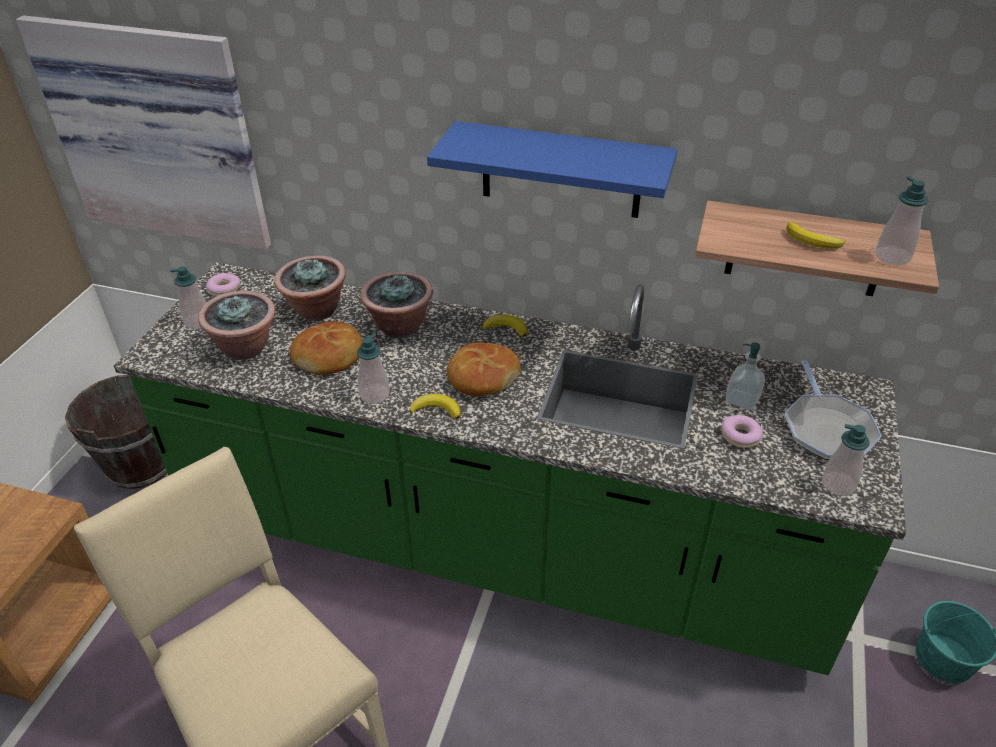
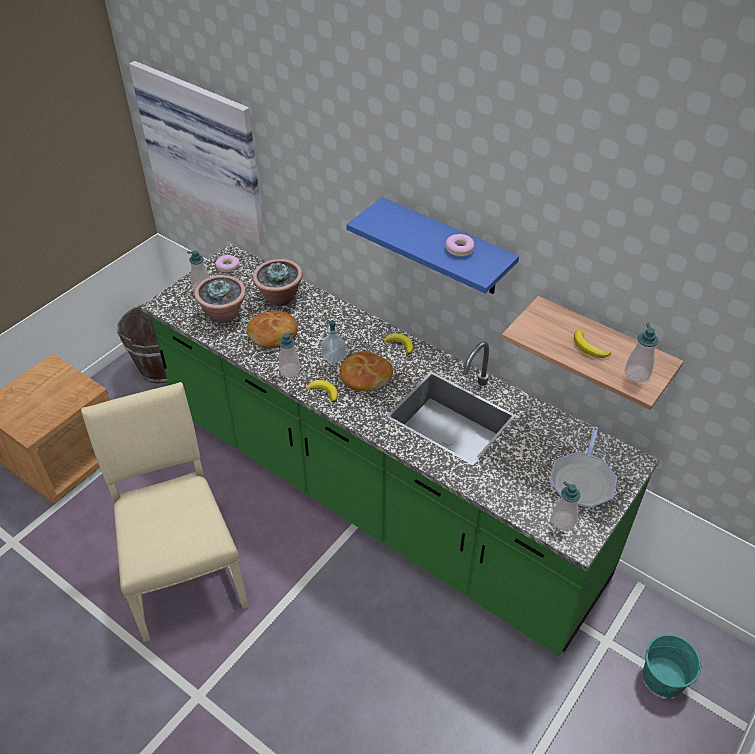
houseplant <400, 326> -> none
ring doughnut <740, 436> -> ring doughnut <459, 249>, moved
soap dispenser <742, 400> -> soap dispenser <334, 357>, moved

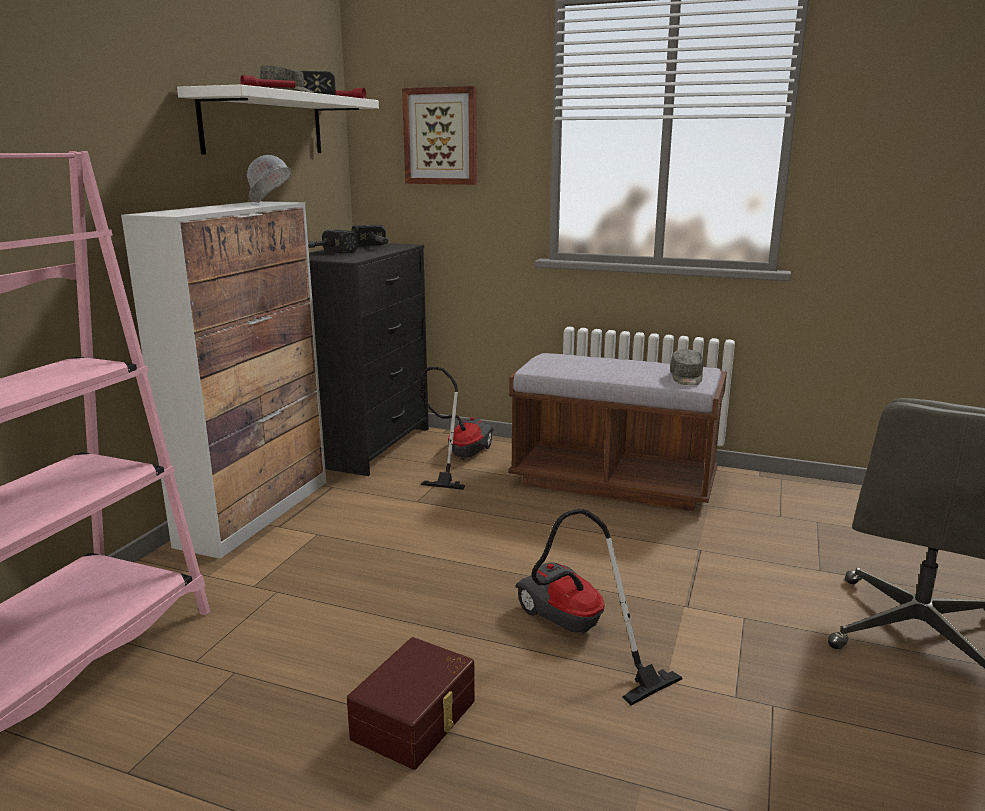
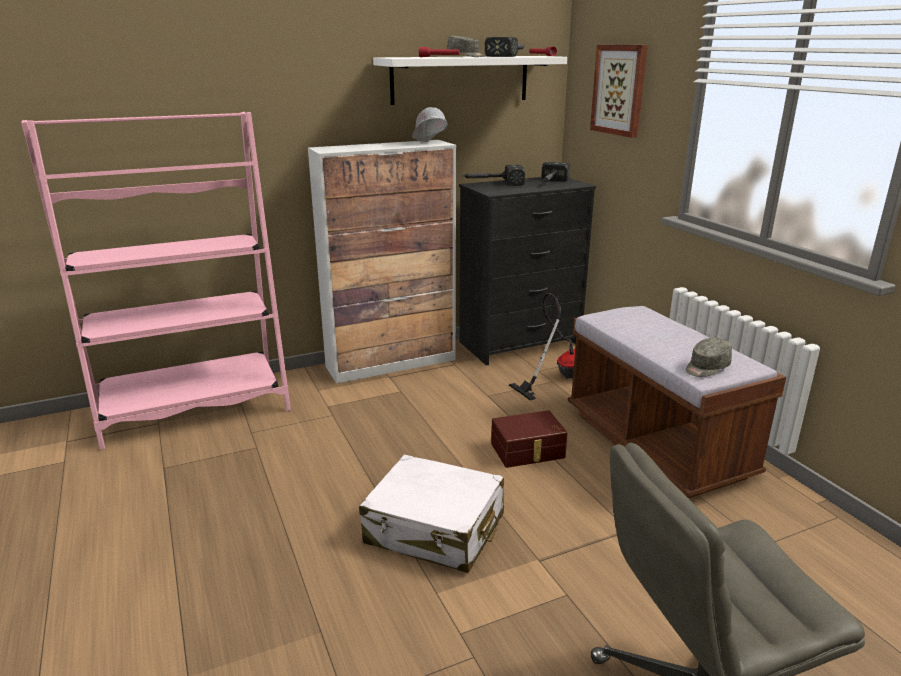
storage bin in brown-coloured <417, 720> -> storage bin in brown-coloured <528, 451>, moved
vacuum cleaner <574, 633> -> suitcase in white-coloured <435, 529>

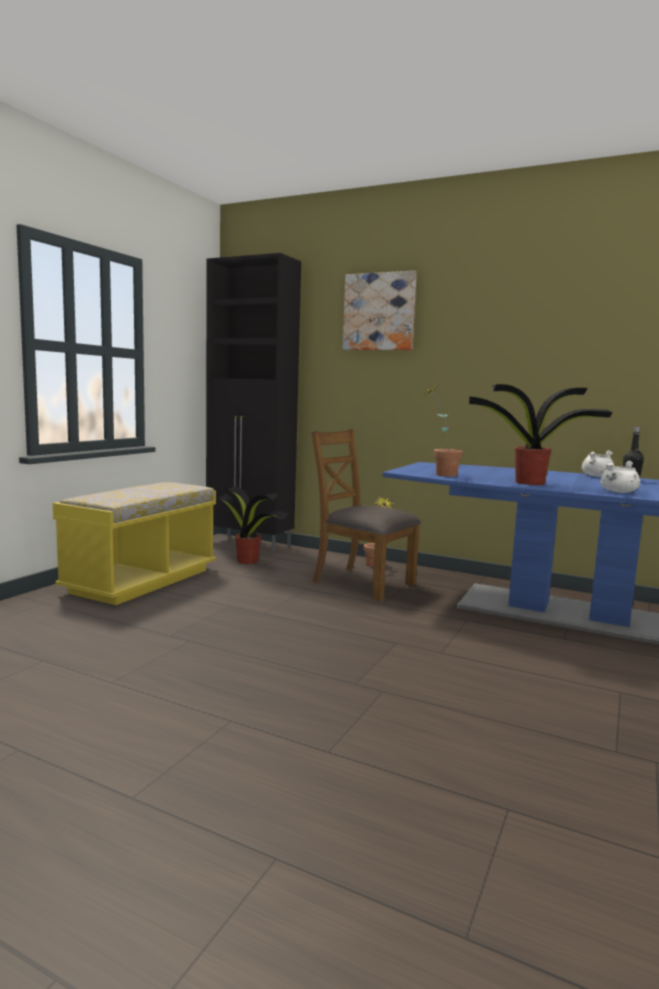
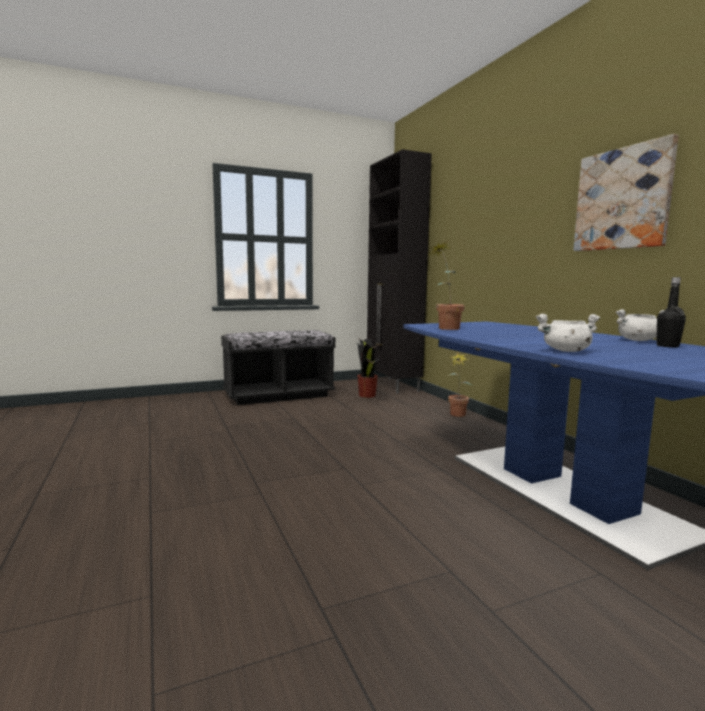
bench in yellow <142, 581> -> bench in black-coloured <278, 395>
upright chair in brown-coloured <362, 583> -> none
wall picture <379, 312> -> wall picture <623, 199>, moved
houseplant <532, 483> -> none

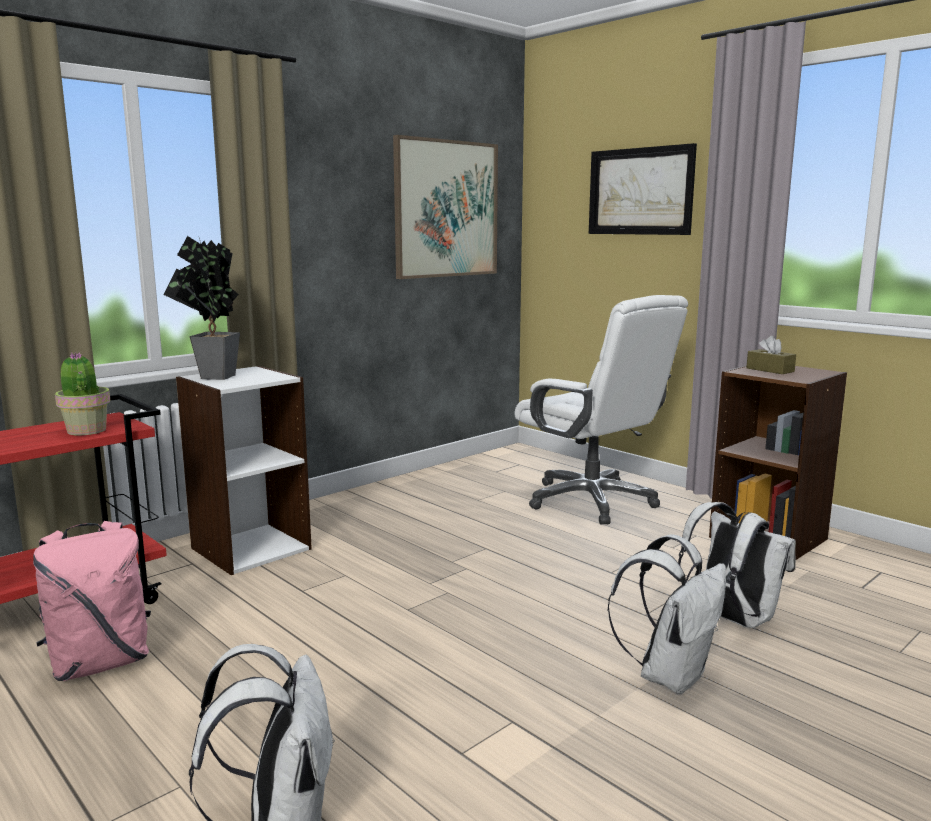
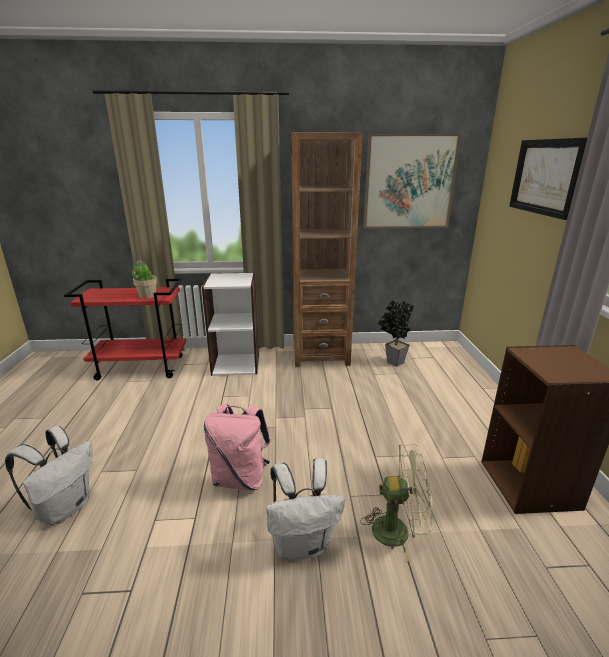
rucksack in pink-coloured <100, 663> -> rucksack in pink-coloured <240, 478>, moved
houseplant <212, 377> -> houseplant <392, 363>, moved
computer chair in white-coloured <592, 501> -> none
rucksack in white-coloured <731, 618> -> electric fan in greenish <398, 530>
tissue holder in brown-coloured <770, 370> -> none
none -> bookcase in brown-coloured <320, 355>

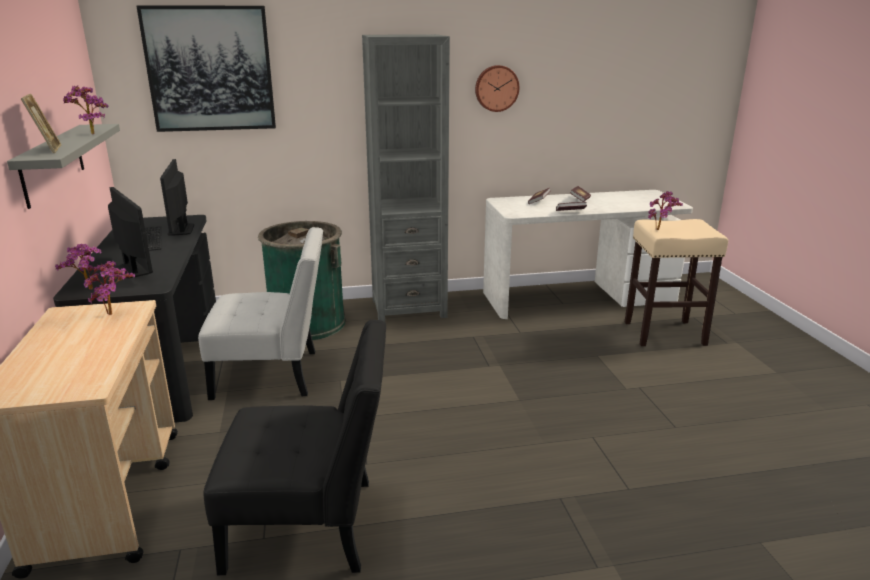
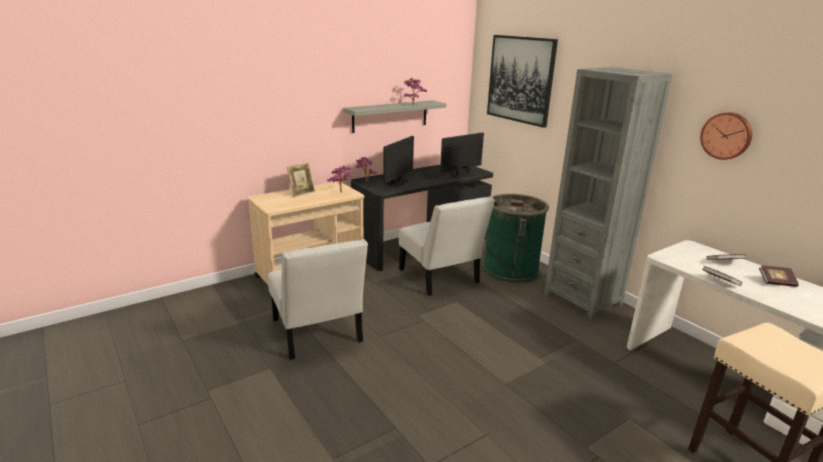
photo frame <48, 150> -> photo frame <301, 193>, moved
upright chair in black-coloured <311, 526> -> upright chair in white-coloured <317, 334>
houseplant <660, 230> -> none

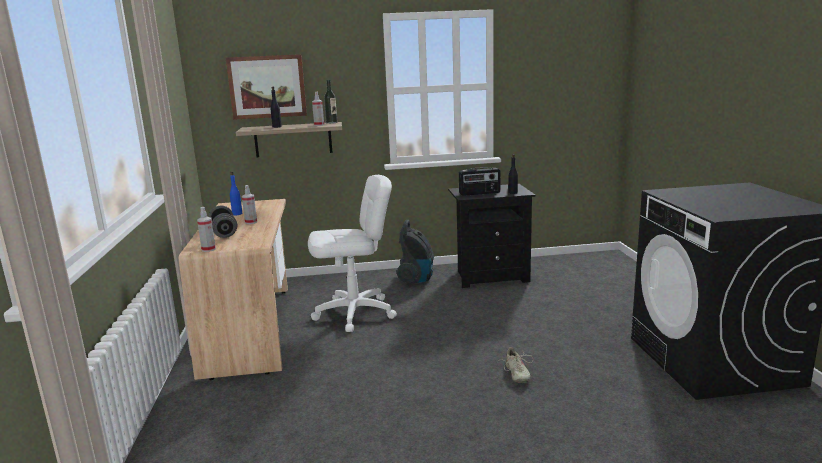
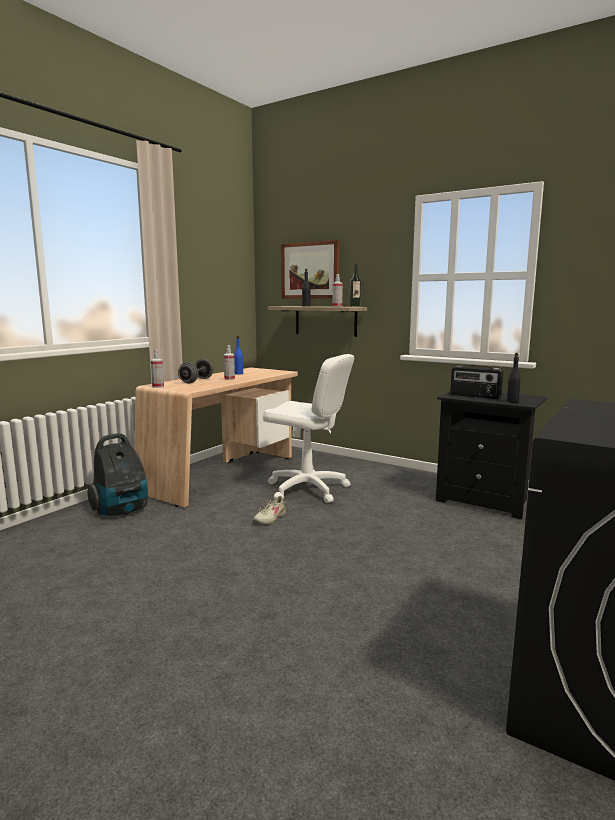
vacuum cleaner <416, 279> -> vacuum cleaner <122, 511>, moved
low shoe in beige <516, 374> -> low shoe in beige <270, 518>, moved

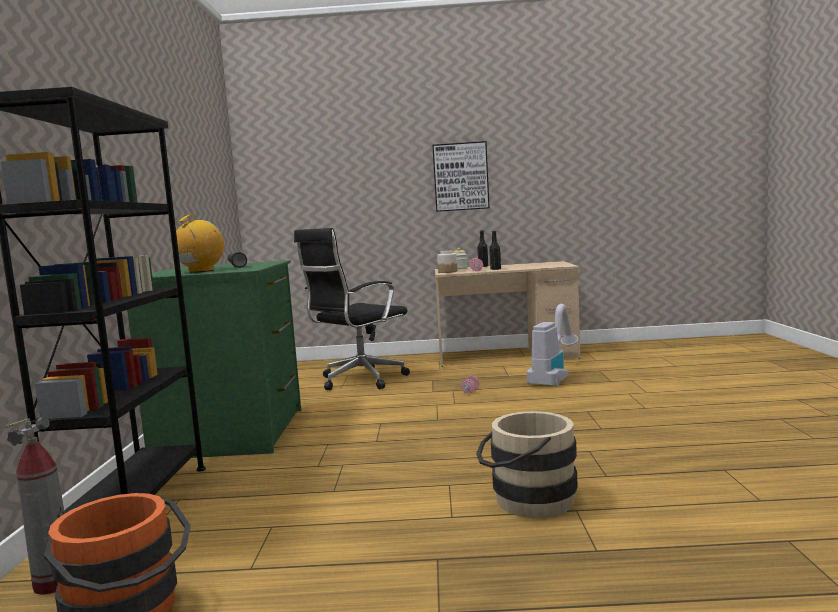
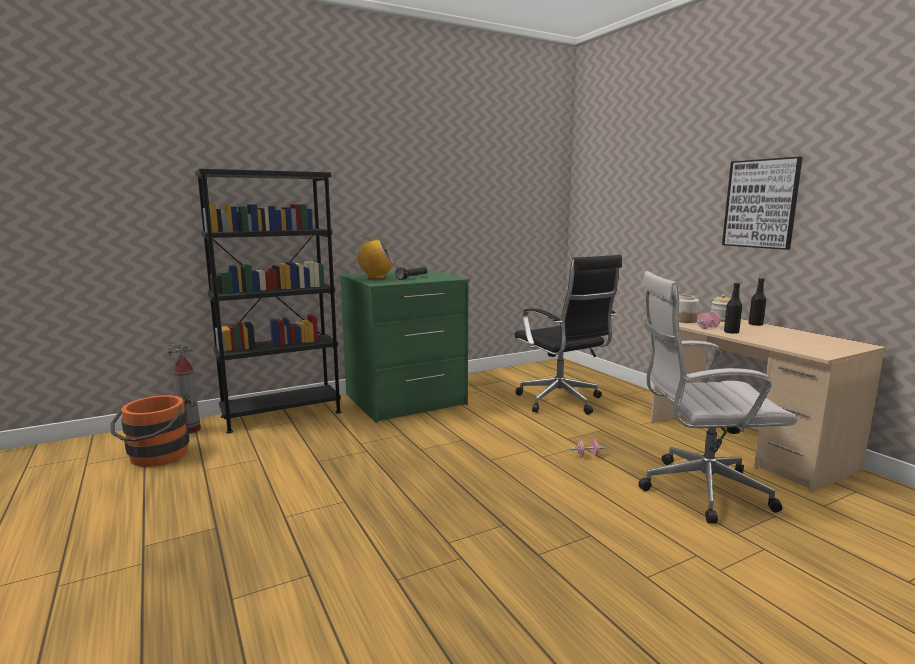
computer chair in black-coloured <358, 381> -> computer chair in black-coloured <562, 402>, 135 degrees counterclockwise
water bucket in beige <526, 501> -> none
vacuum cleaner <554, 377> -> computer chair in white-coloured <697, 490>

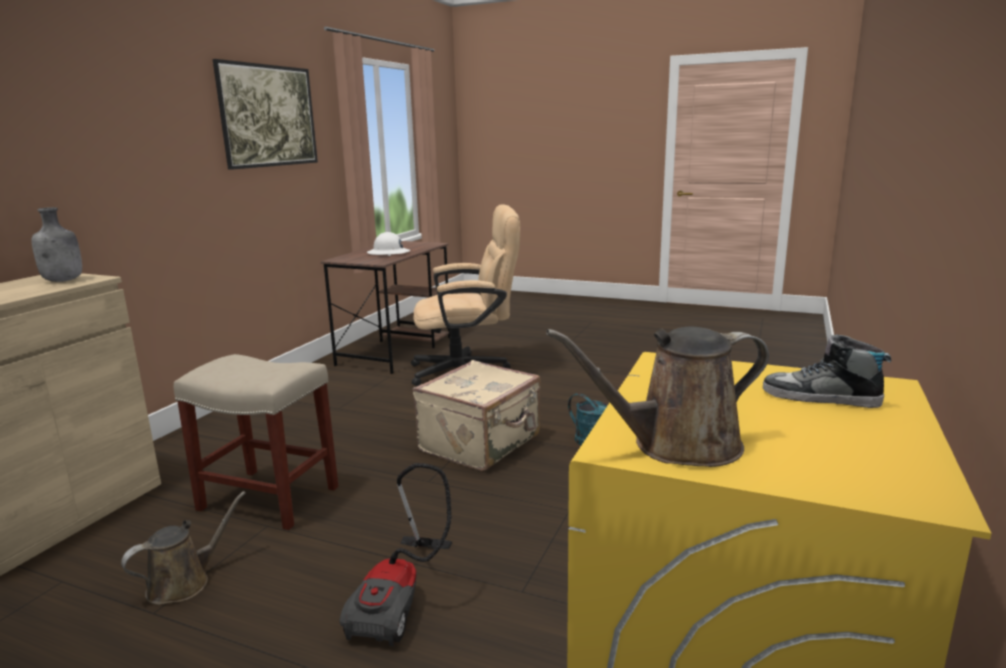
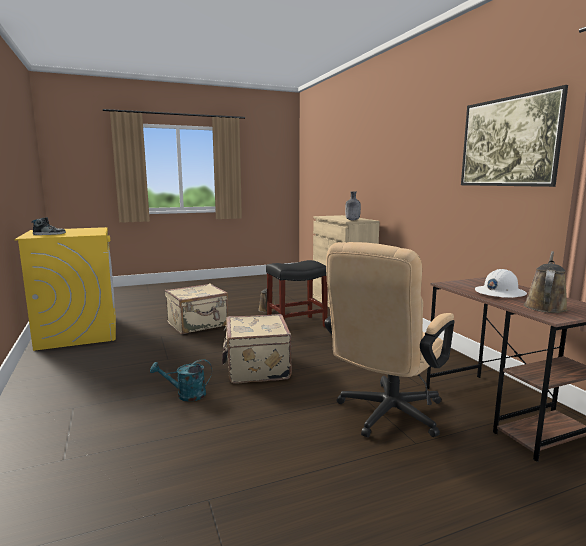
stool in beige <271, 498> -> stool in black-coloured <296, 325>
vacuum cleaner <402, 600> -> suitcase in beige <198, 325>
watering can in brown-coloured <676, 446> -> watering can in brown-coloured <545, 306>, moved

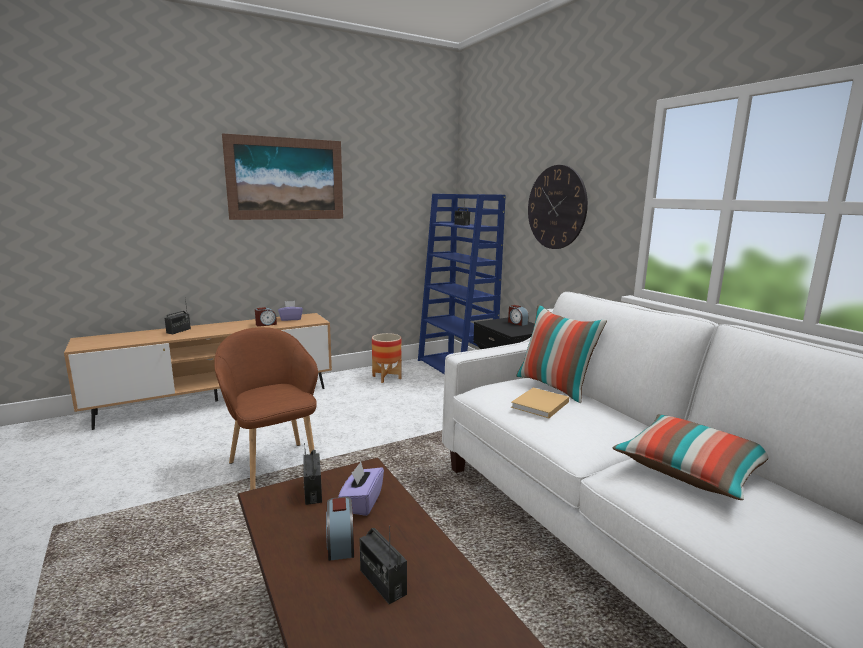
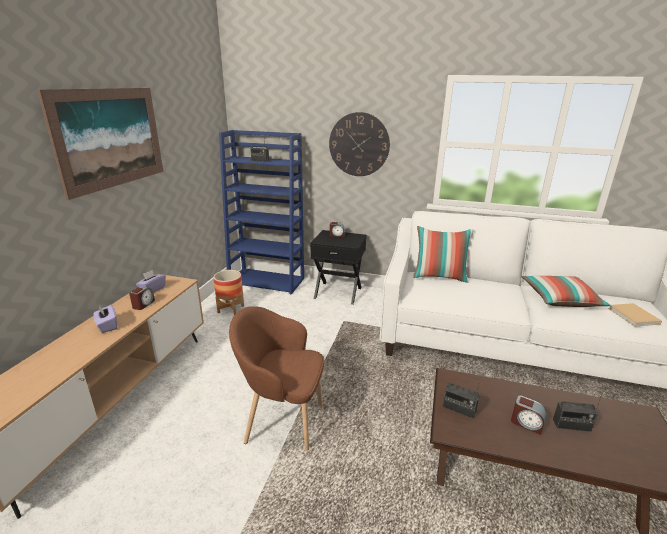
radio <178, 331> -> none
tissue holder in purple <362, 502> -> tissue holder in purple <107, 326>, moved
bound book in beige <539, 405> -> bound book in beige <634, 316>, moved

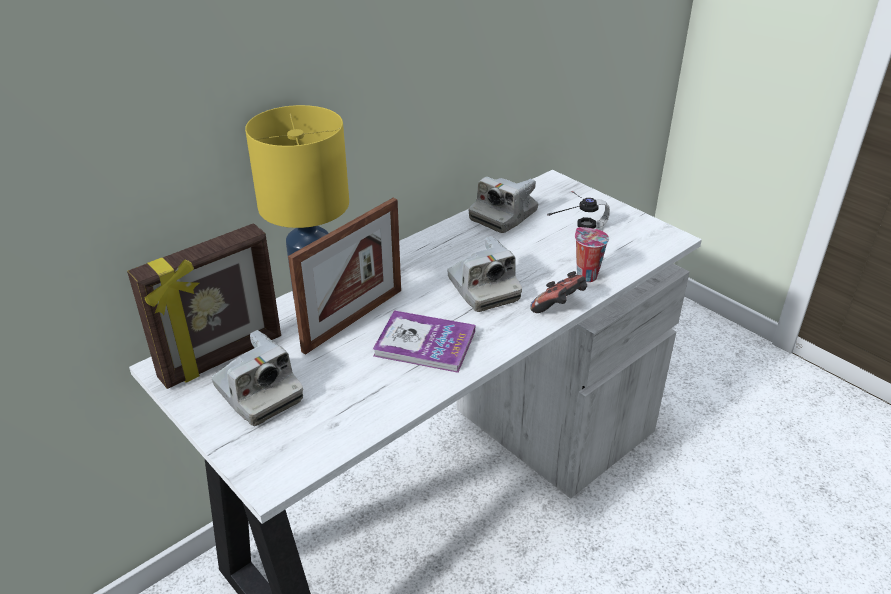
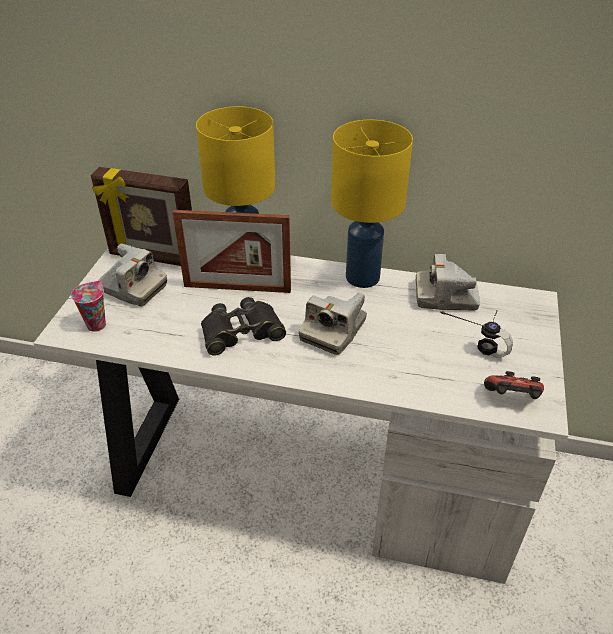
still camera <258, 394> -> still camera <132, 288>, 75 degrees counterclockwise
bound book <425, 343> -> binoculars in black-coloured <241, 332>
game controller <559, 307> -> game controller <512, 399>, moved
drinking cup <585, 276> -> drinking cup <97, 324>, moved
none -> lamp for a table in yellow <363, 277>

